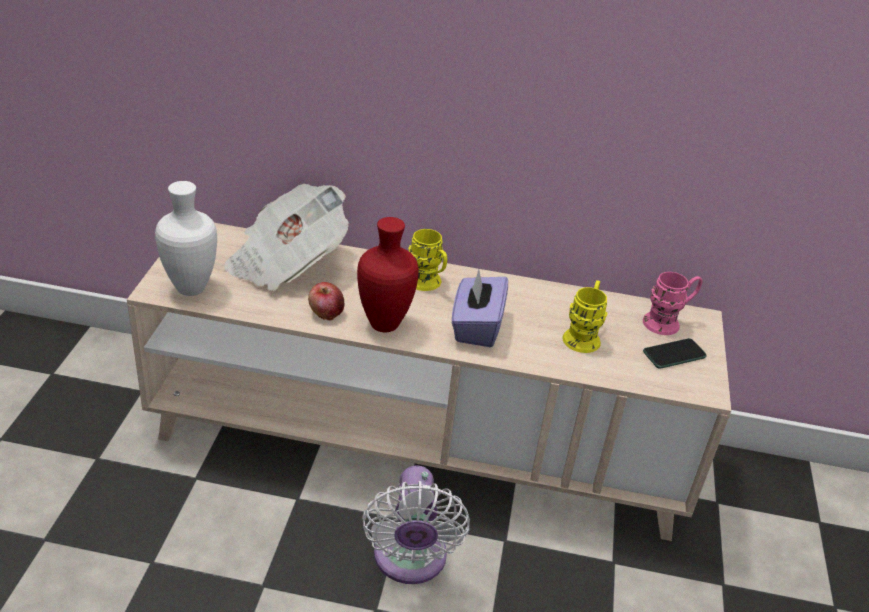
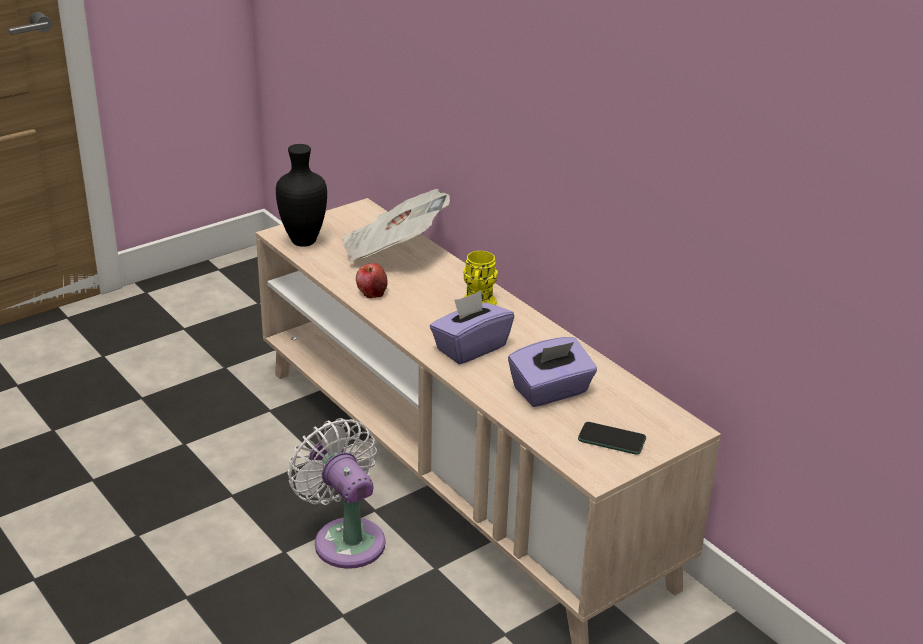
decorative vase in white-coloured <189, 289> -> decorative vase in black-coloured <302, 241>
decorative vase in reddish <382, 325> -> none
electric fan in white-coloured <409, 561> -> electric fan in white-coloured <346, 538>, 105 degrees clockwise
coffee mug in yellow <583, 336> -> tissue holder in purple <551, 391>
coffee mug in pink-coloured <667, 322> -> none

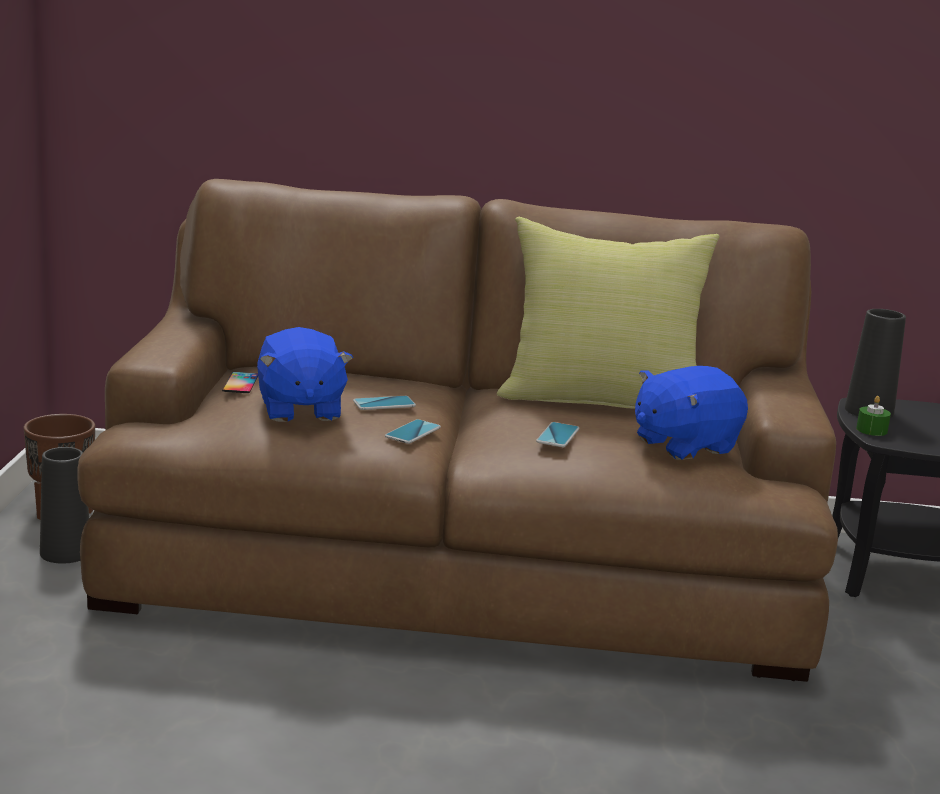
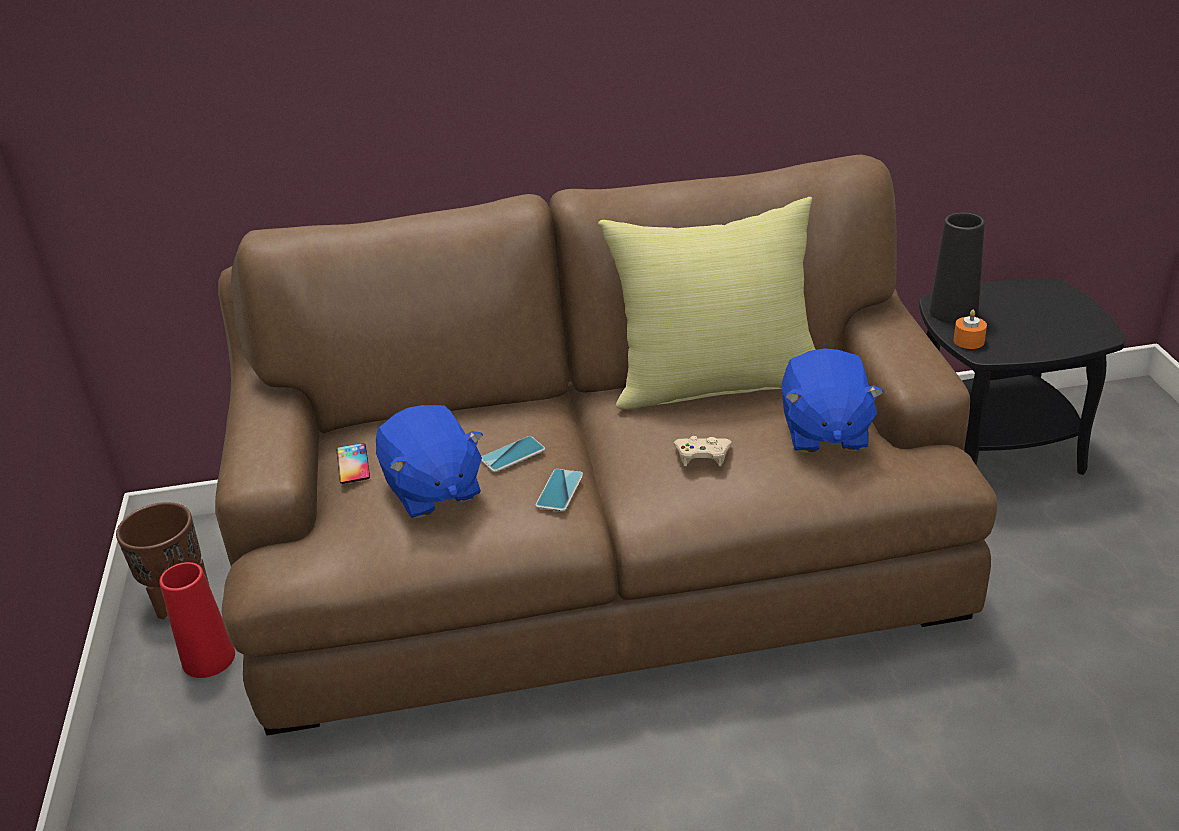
decorative vase in black-coloured <66, 552> -> decorative vase in reddish <208, 658>
telephone <557, 436> -> game controller in beige <702, 455>
cuddly toy in bluish <683, 445> -> cuddly toy in bluish <824, 432>, 45 degrees counterclockwise
candle in greenish <871, 430> -> candle in orangey <968, 341>

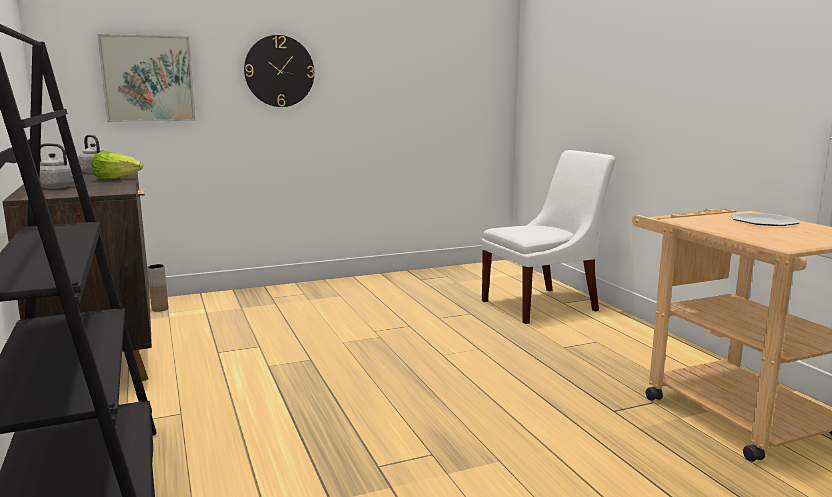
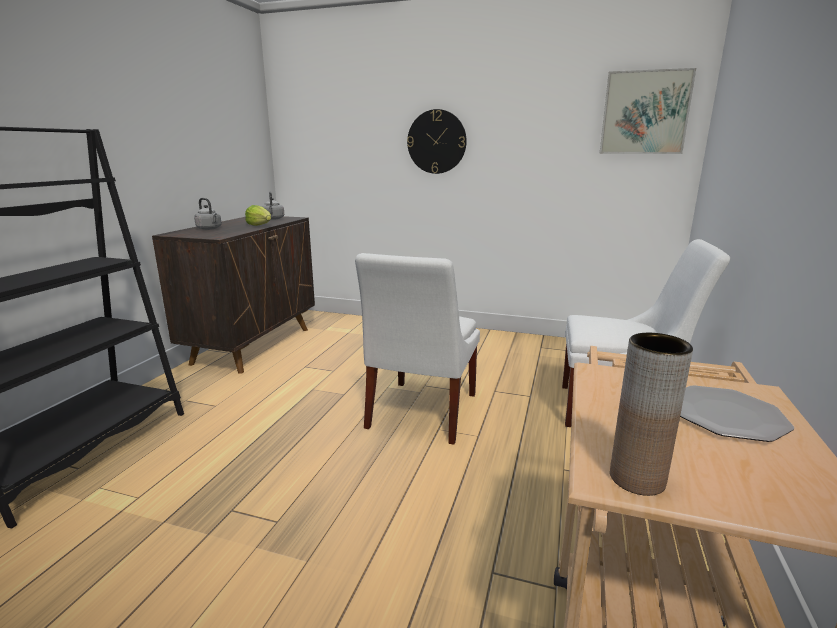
wall picture <148, 79> -> wall picture <645, 113>, moved
decorative vase in brown-coloured <160, 309> -> decorative vase in brown-coloured <637, 479>, moved
none -> upright chair in white-coloured <420, 413>

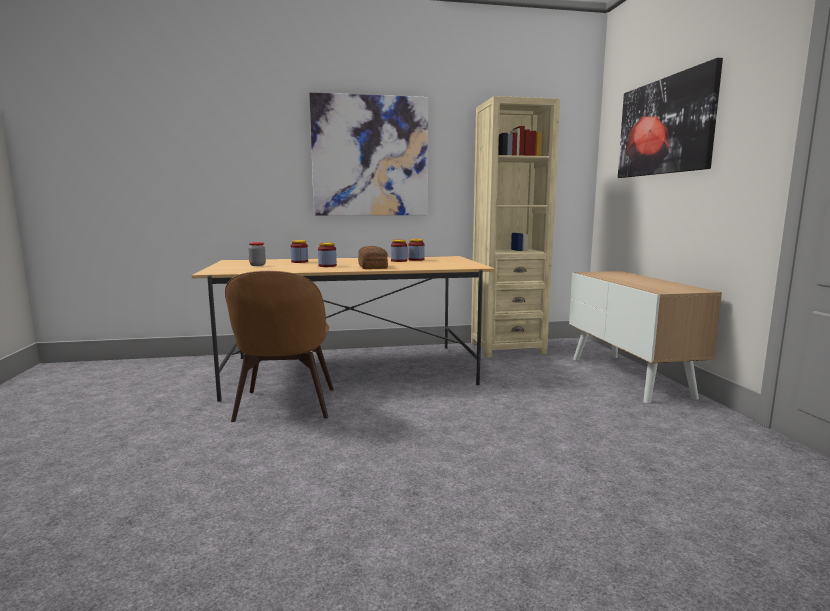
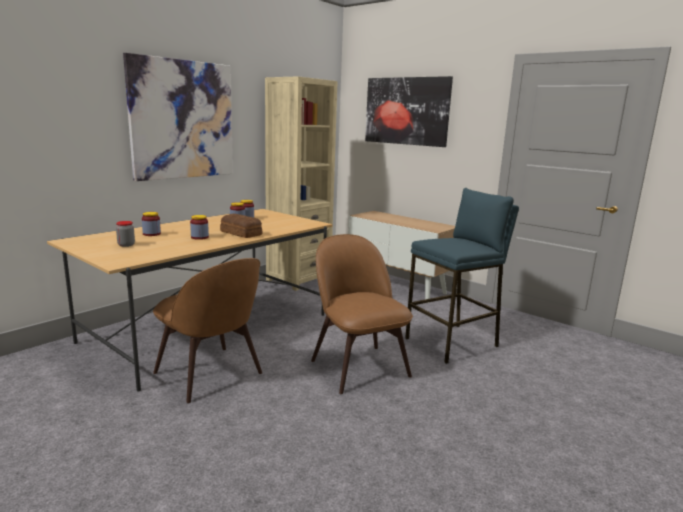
none -> upright chair in brown-coloured <358, 366>
none -> stool in bluish <452, 342>

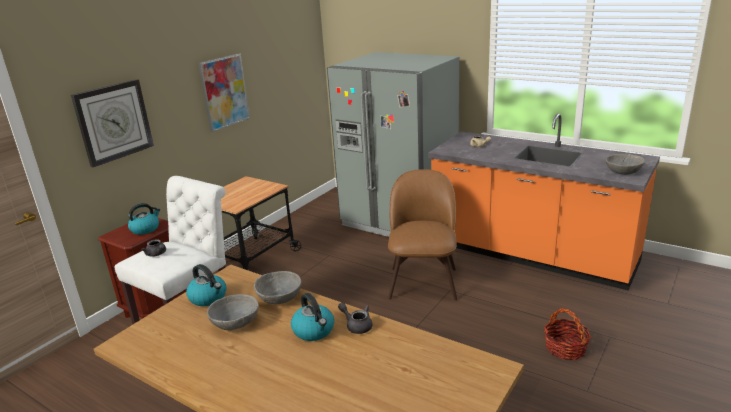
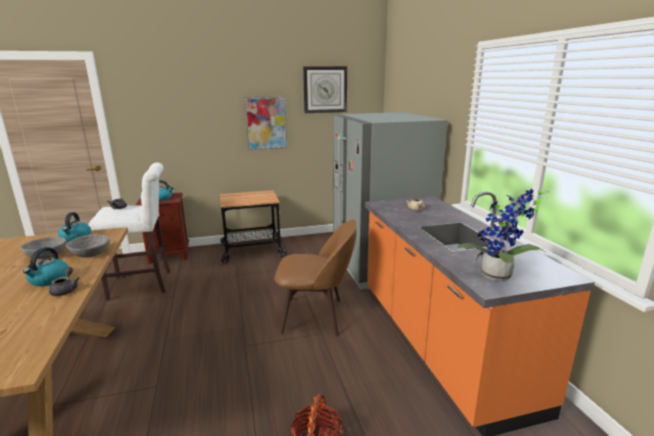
clock on the wall <113, 122> -> clock on the wall <325, 89>, moved
upright chair in brown-coloured <423, 281> -> upright chair in brown-coloured <316, 316>, 45 degrees clockwise
serving bowl in greyish <623, 172> -> houseplant <498, 277>

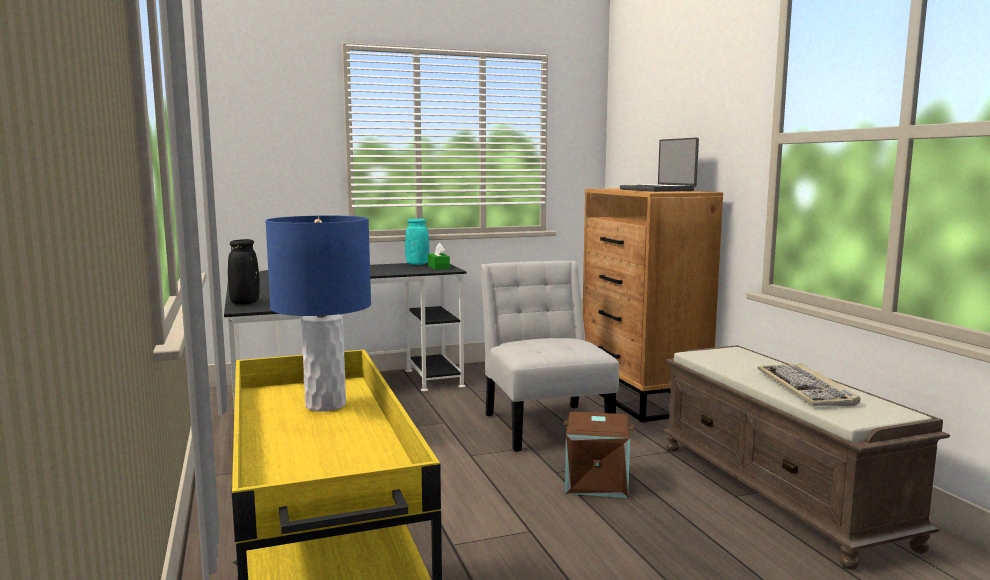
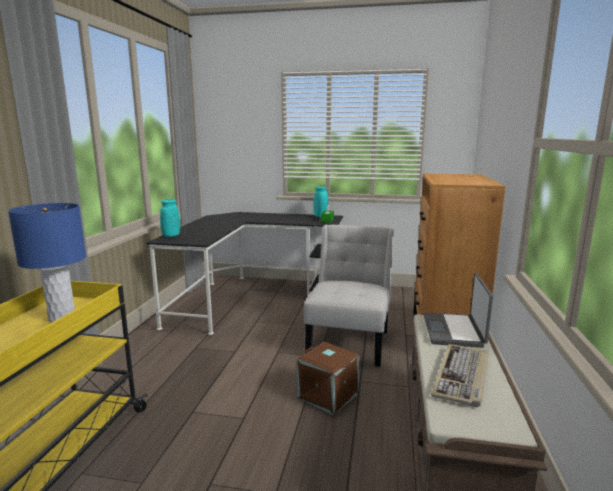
decorative vase in black-coloured <245, 303> -> decorative vase in blue-green <171, 236>
laptop <658, 190> -> laptop <454, 331>, moved

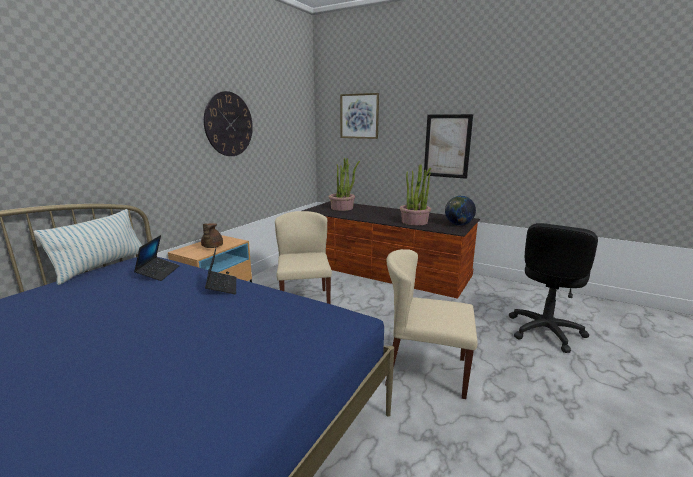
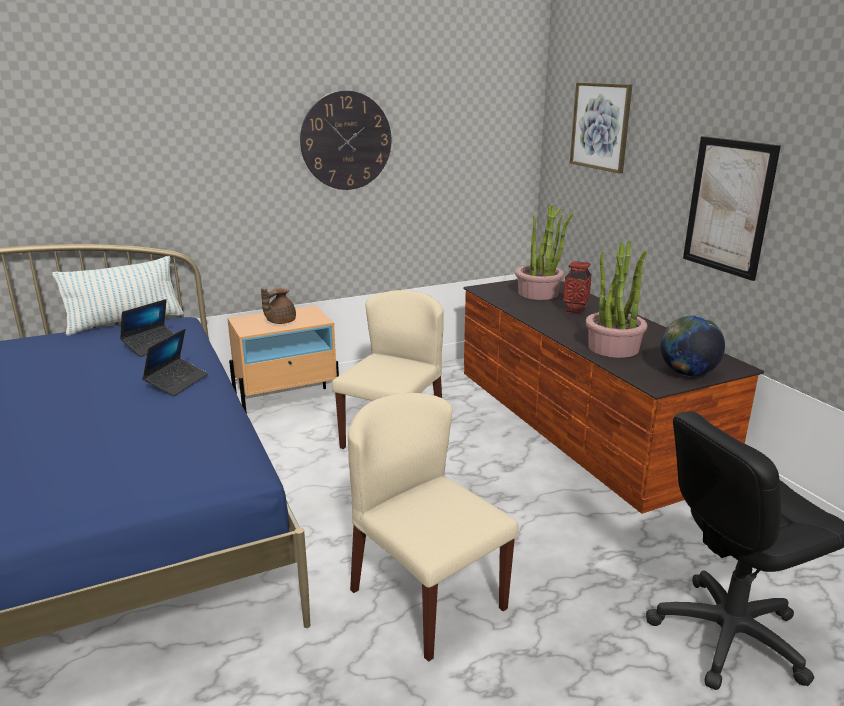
none -> decorative vase <575, 311>

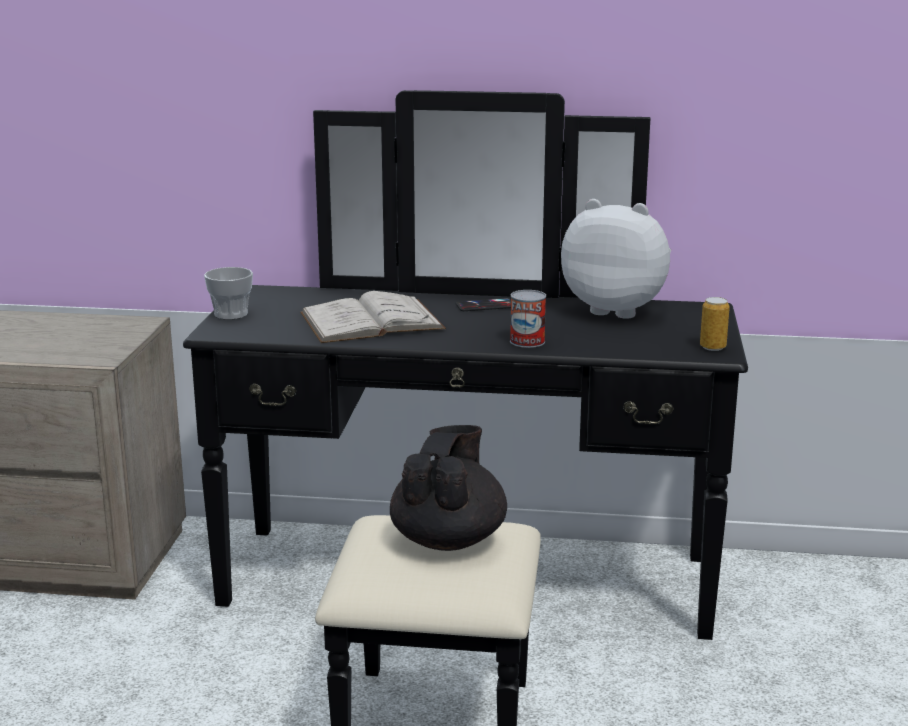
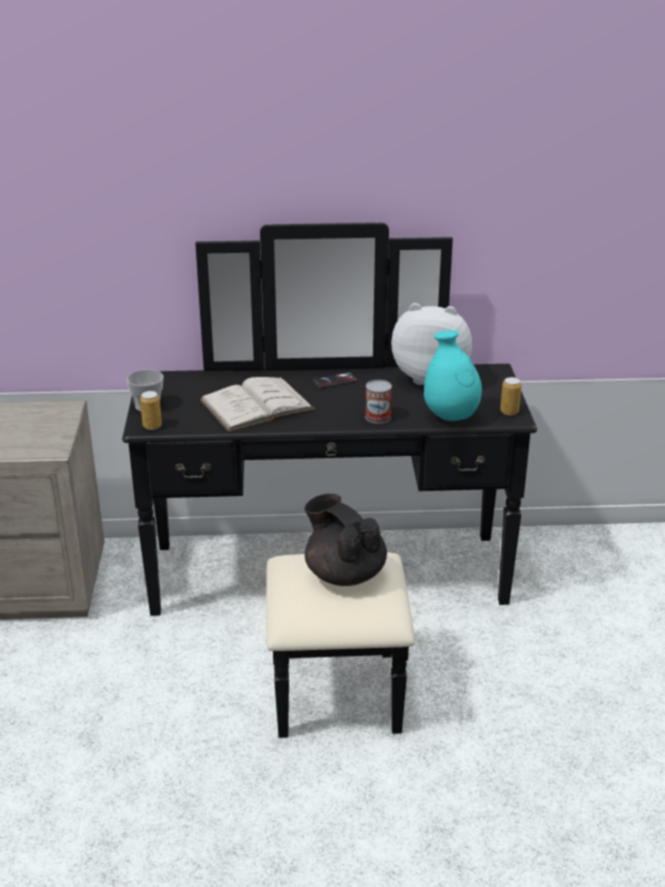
pot for tea in black-coloured <448, 539> -> pot for tea in black-coloured <344, 573>, 45 degrees counterclockwise
none -> can <152, 426>
none -> decorative vase in blue-green <451, 417>

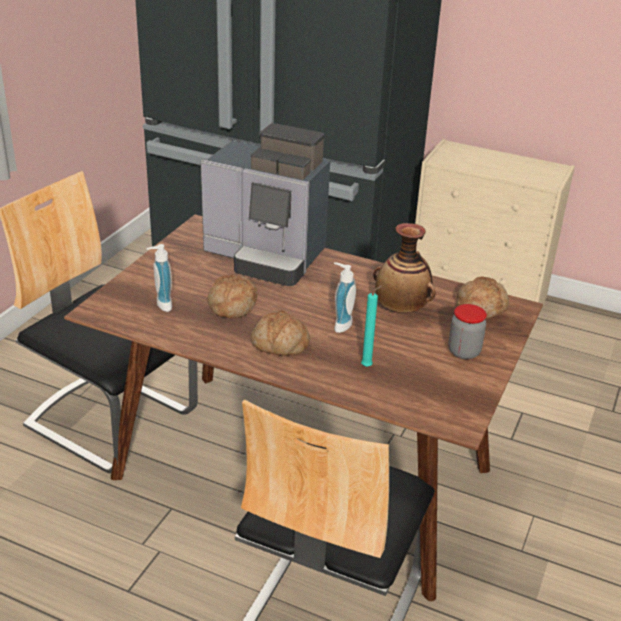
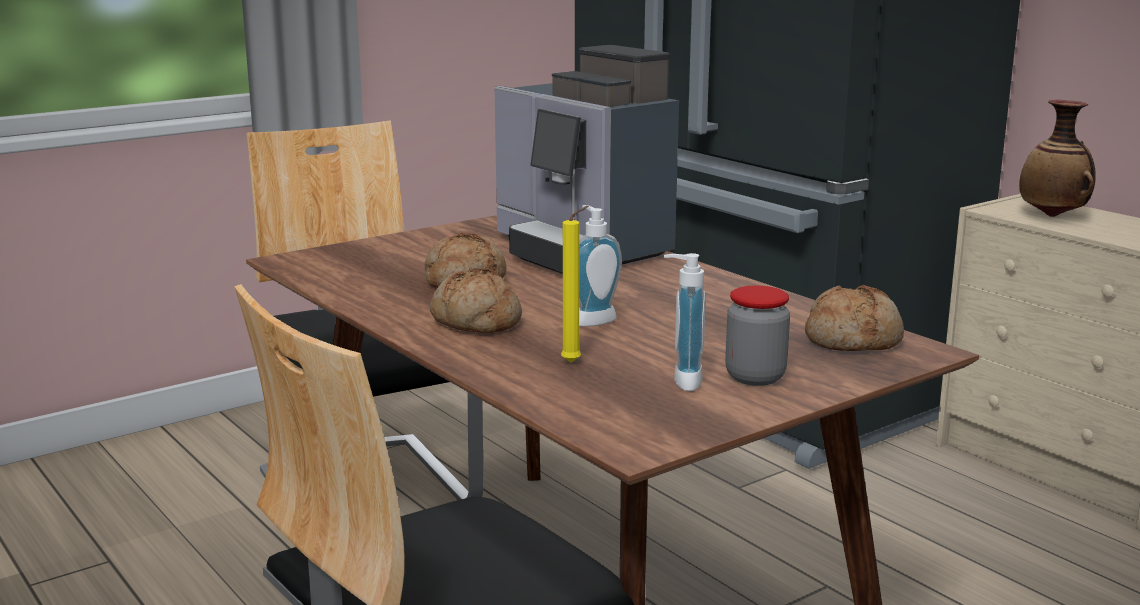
soap dispenser <161, 305> -> soap dispenser <681, 381>, moved
candle in blue-green <368, 366> -> candle in yellow <574, 363>
decorative vase <401, 310> -> decorative vase <1053, 216>, moved

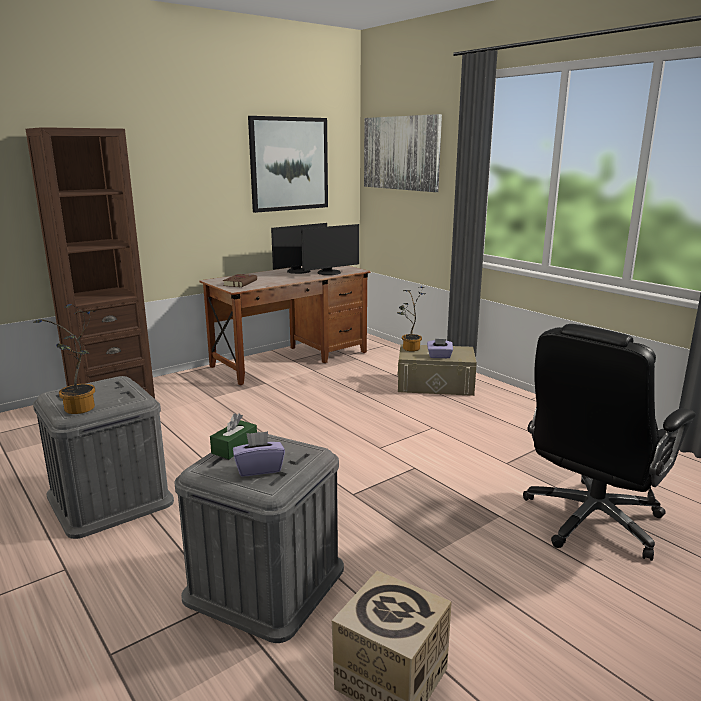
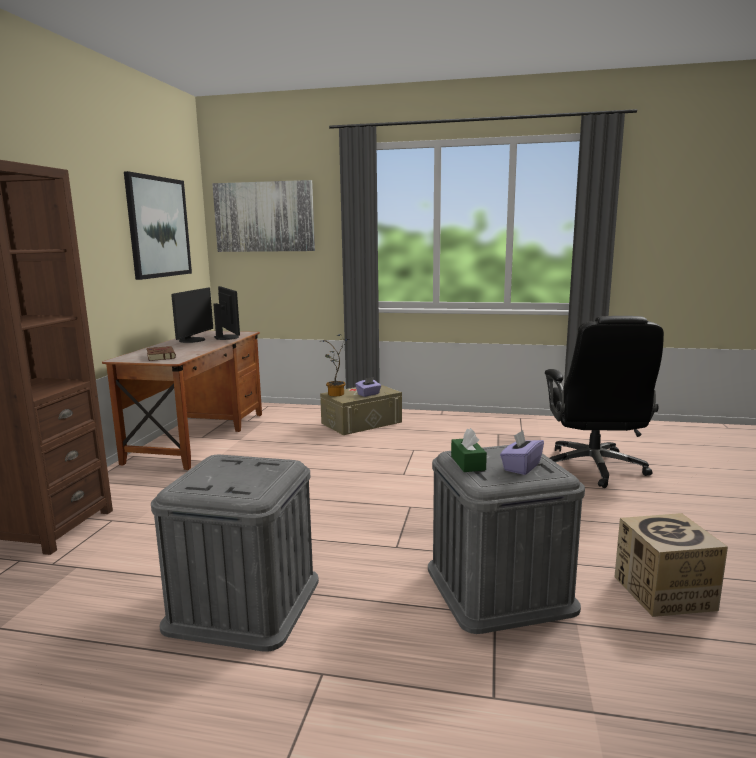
houseplant <80, 410> -> none
computer display <330, 273> -> computer display <228, 337>, 45 degrees counterclockwise

